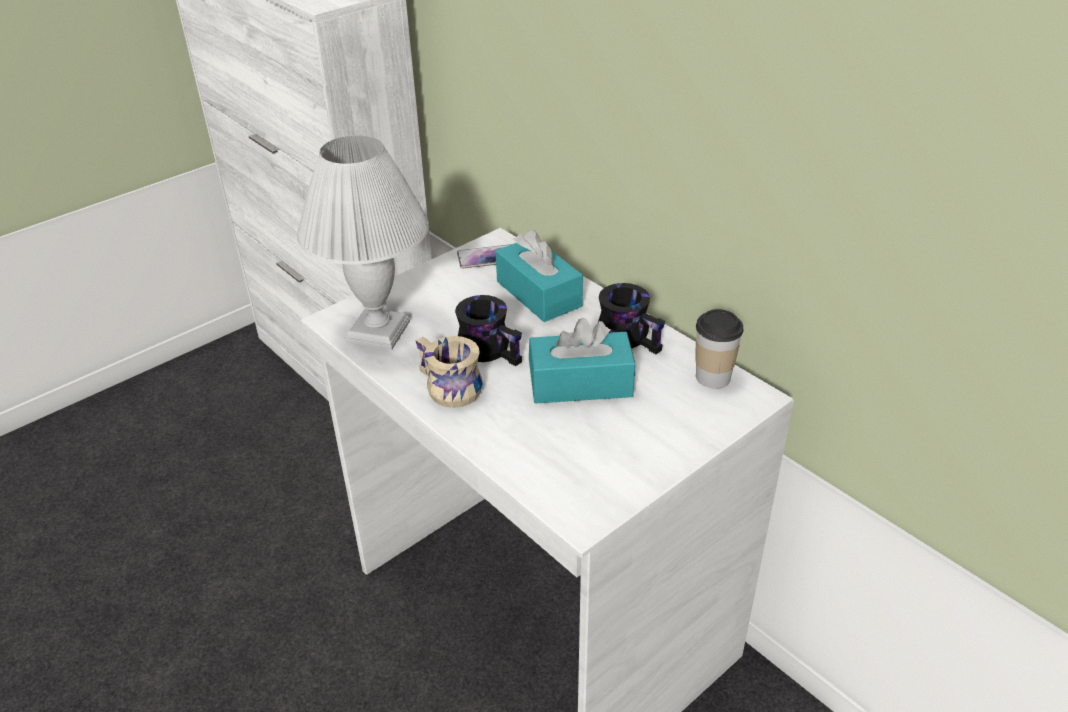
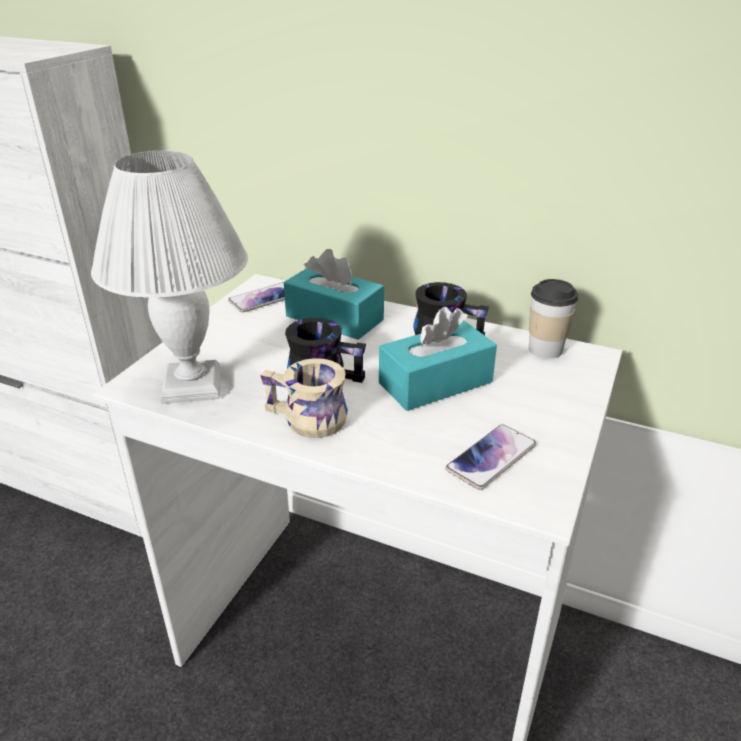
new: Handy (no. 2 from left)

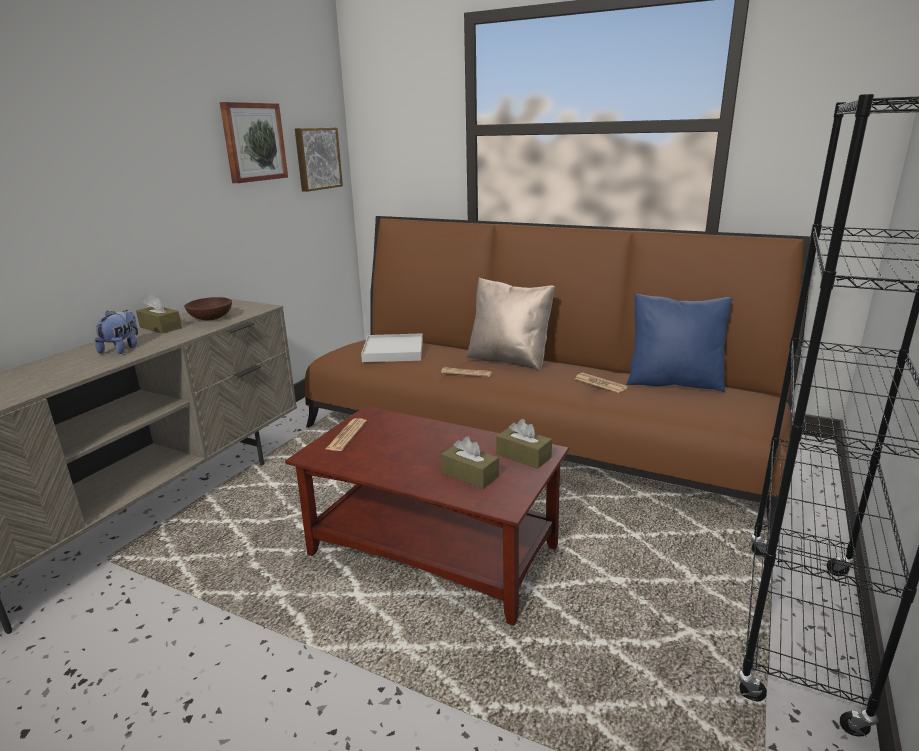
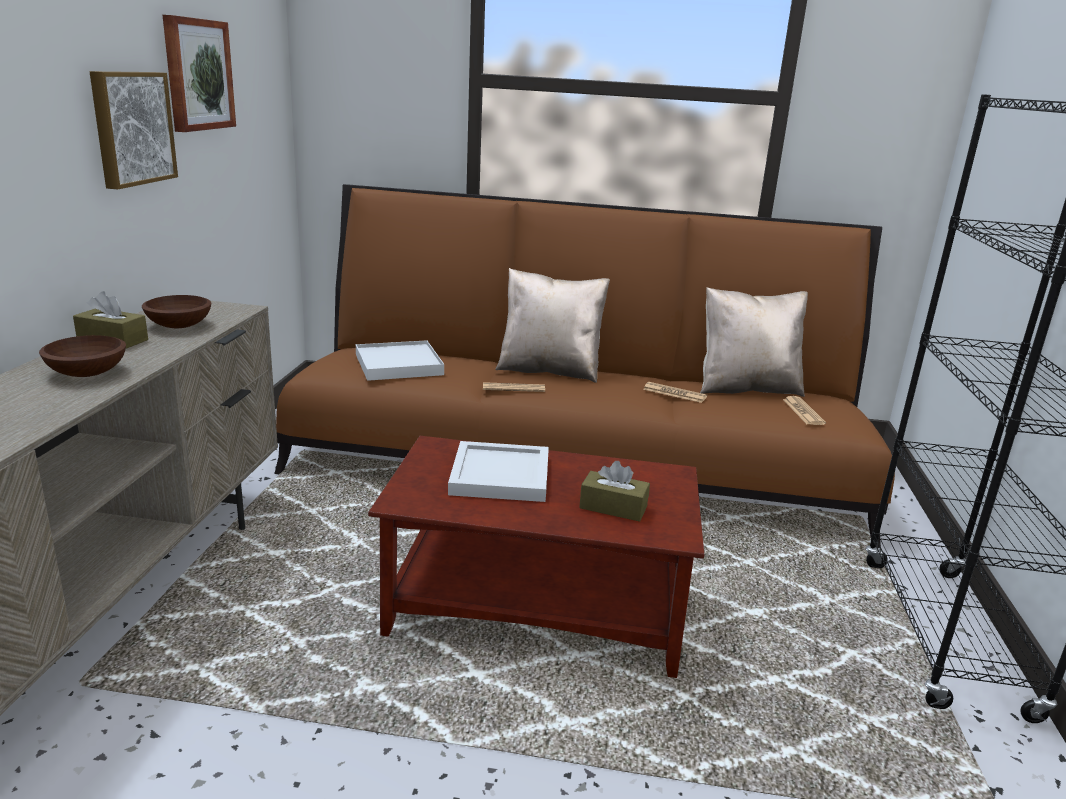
gone: Taschentuchbox [braun] (no. 3 from left)
new: Tablett [weiß] (no. 2 from left)
shifted: Bild (no. 2 from left in the first image) to Bild (no. 1 from left); Zeitung (no. 1 from left in the first image) to Zeitung (no. 3 from left)
swapped: Plüschtier to Schüssel [braun] (no. 1 from left)
repainted: Kissen [blau] to Kissen [beige] (no. 2 from left)

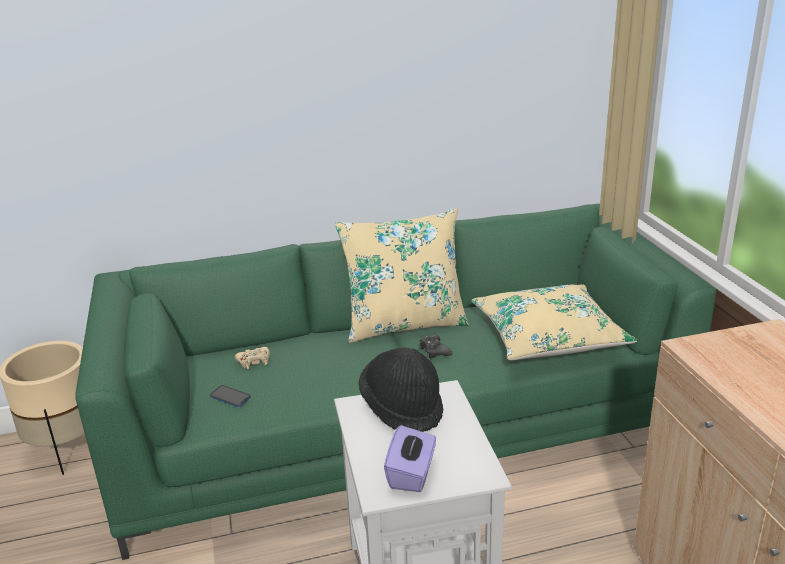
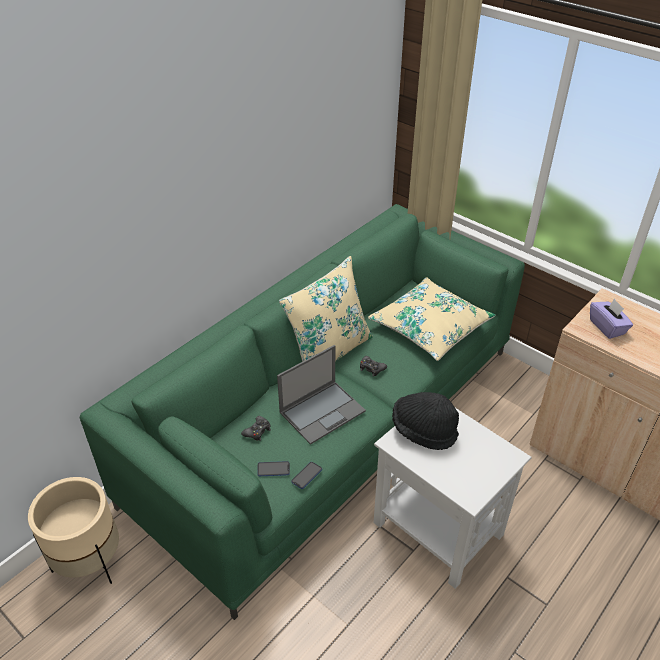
new: Laptop; Handy (no. 2 from left)
shifted: Taschentuchbox [lila]
repainted: Gamepad [beige] to Gamepad [schwarz] (no. 1 from left)

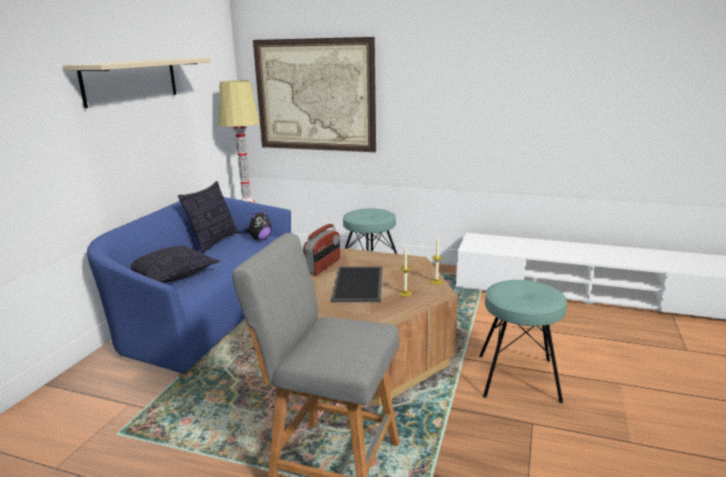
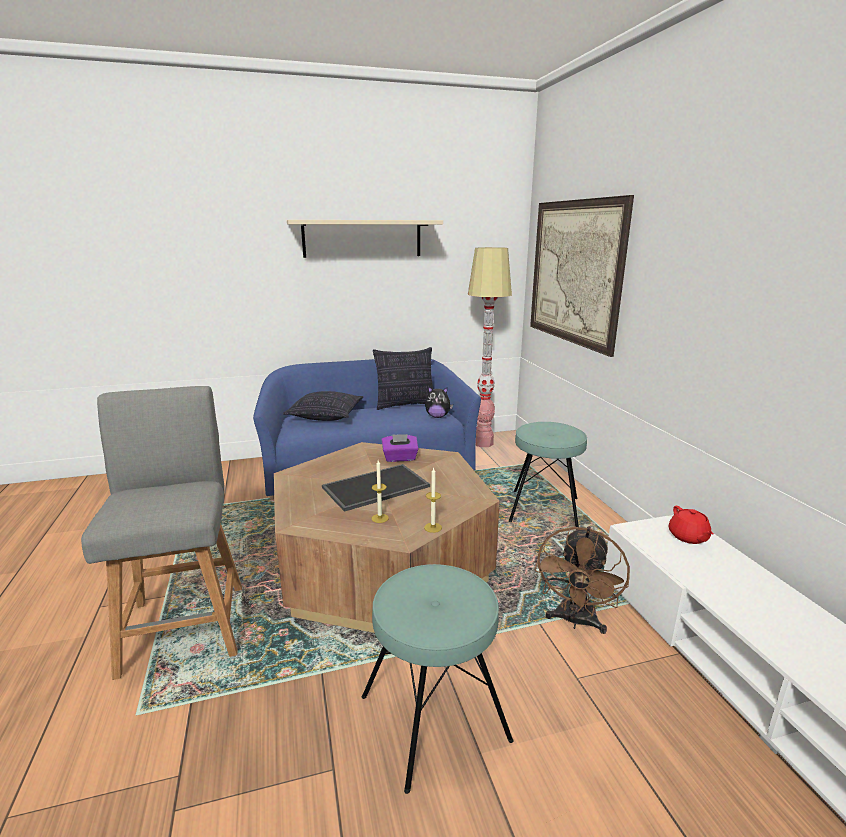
new: Teekanne [rot]; Ventilator [braun]
swapped: Radio to Taschentuchbox [lila]

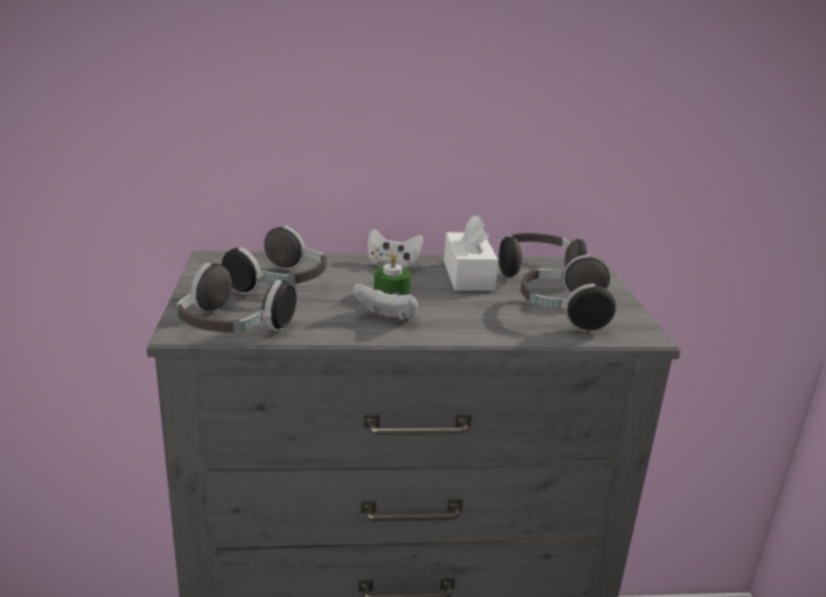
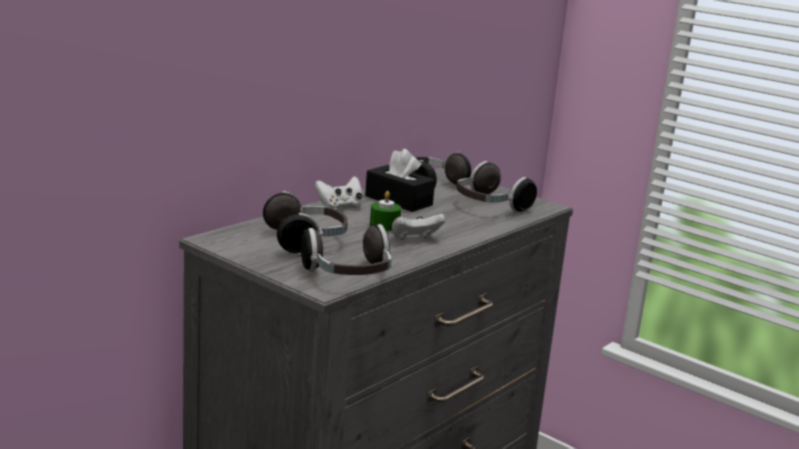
repainted: Taschentuchbox [weiß] to Taschentuchbox [schwarz]

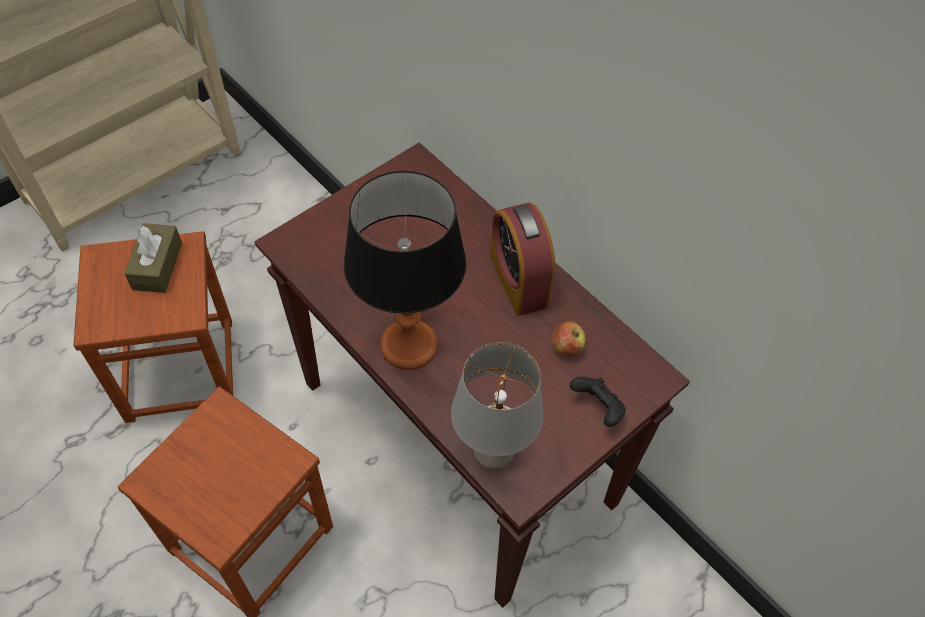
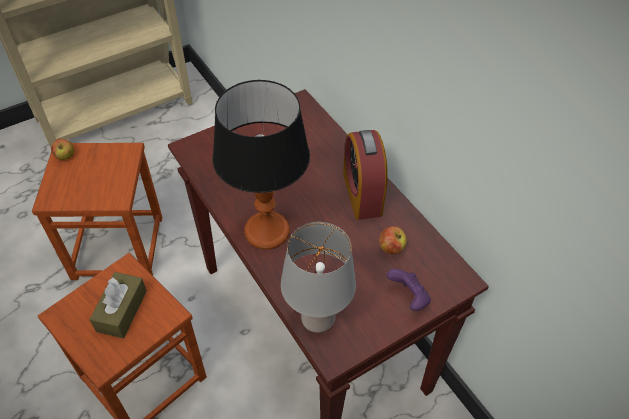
new: Apfel (no. 1 from left)
shifted: Taschentuchbox [braun]
repainted: Gamepad [schwarz] to Gamepad [lila]

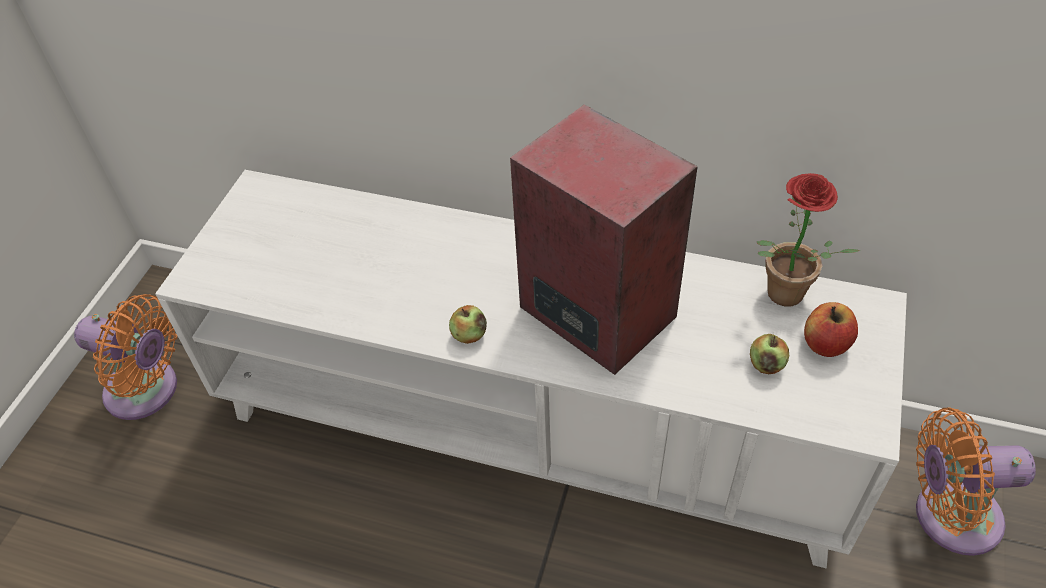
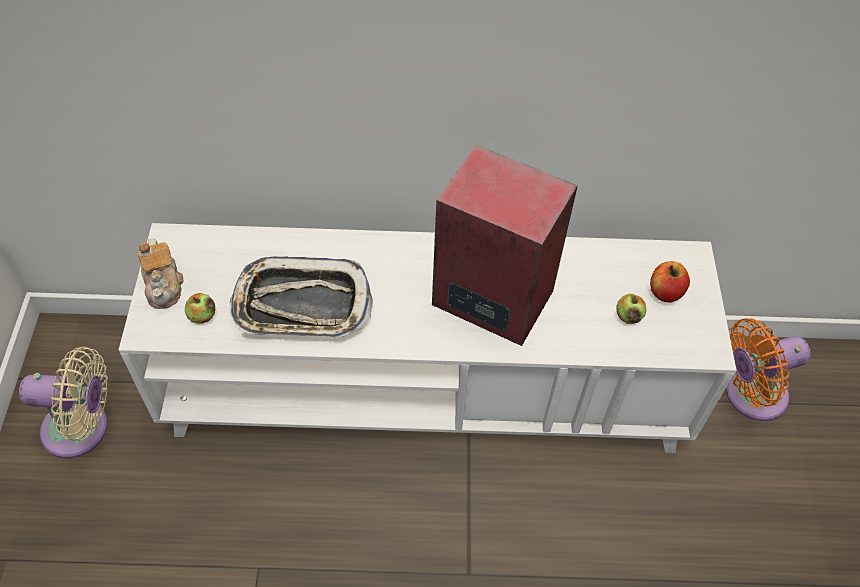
gone: Topfpflanze
new: Teekanne; Tablett
shifted: Apfel (no. 1 from left)
repainted: Ventilator [orange] (no. 1 from left) to Ventilator [beige]

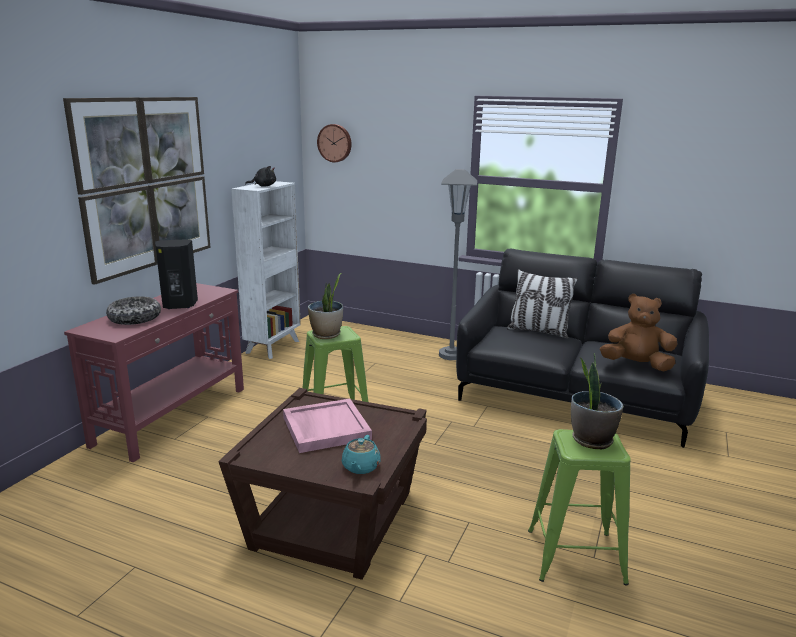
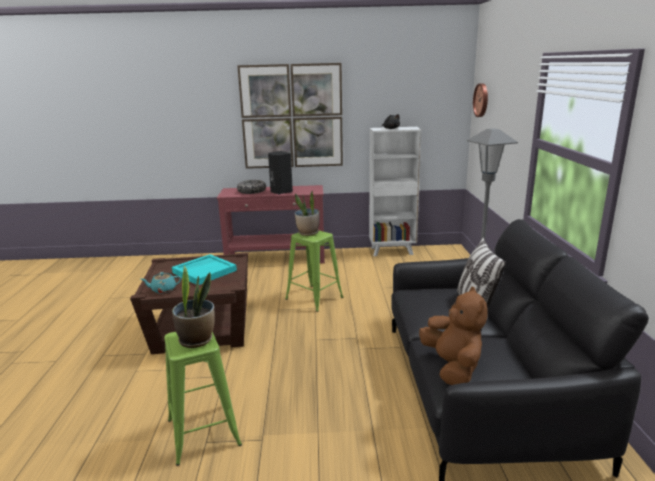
repainted: Tablett [rosa] to Tablett [türkis]

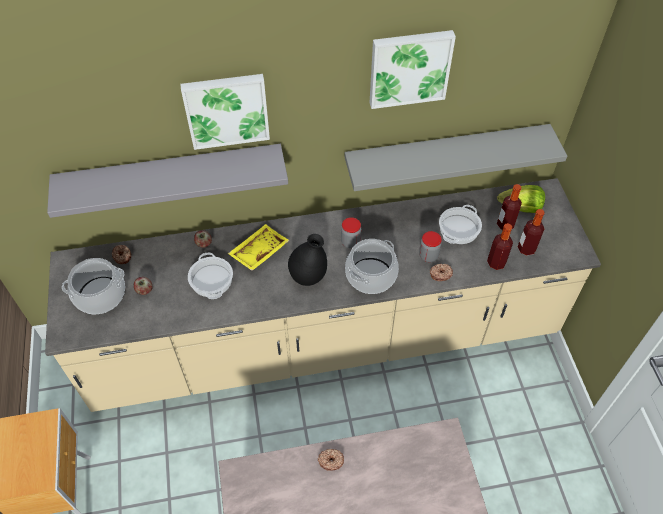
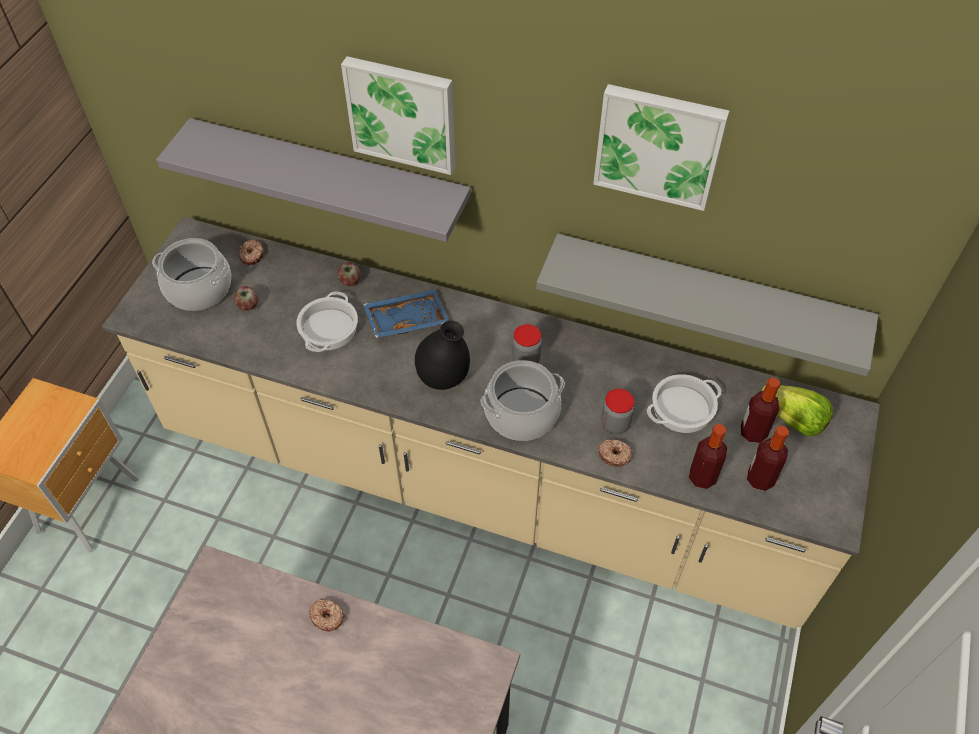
repainted: Tablett [gelb] to Tablett [blau]

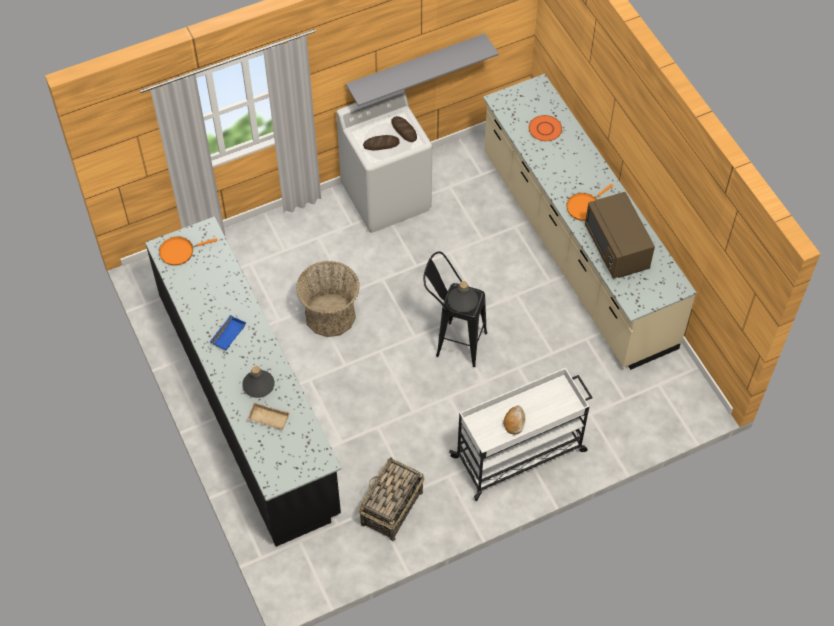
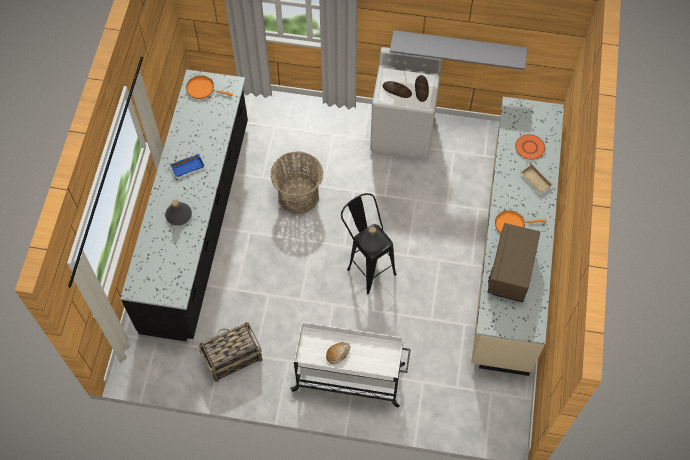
shifted: Tablett [beige]

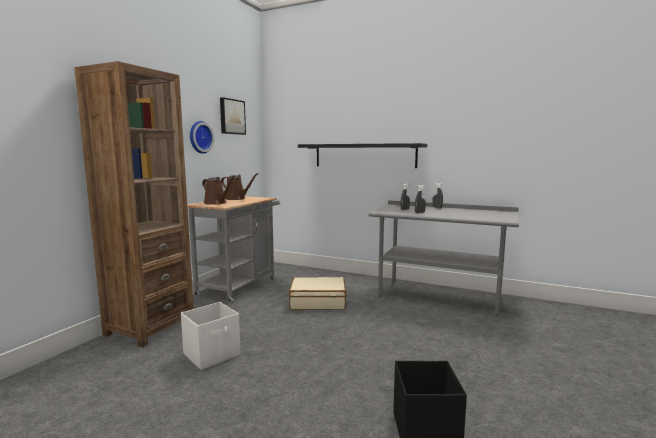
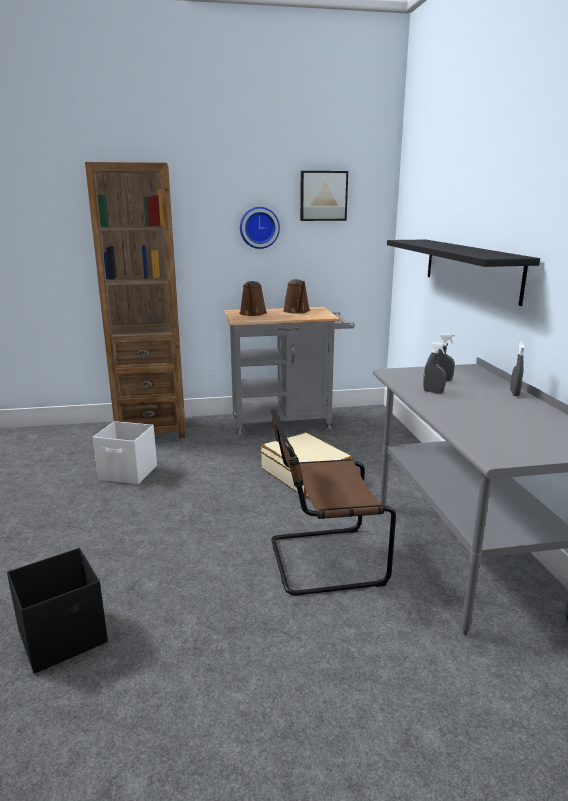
new: Stuhl [braun]

